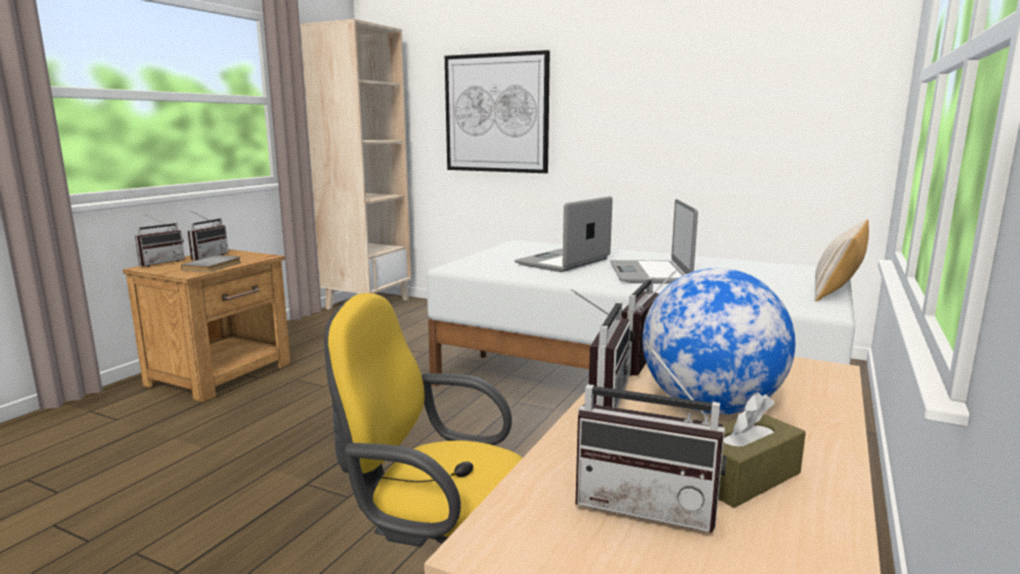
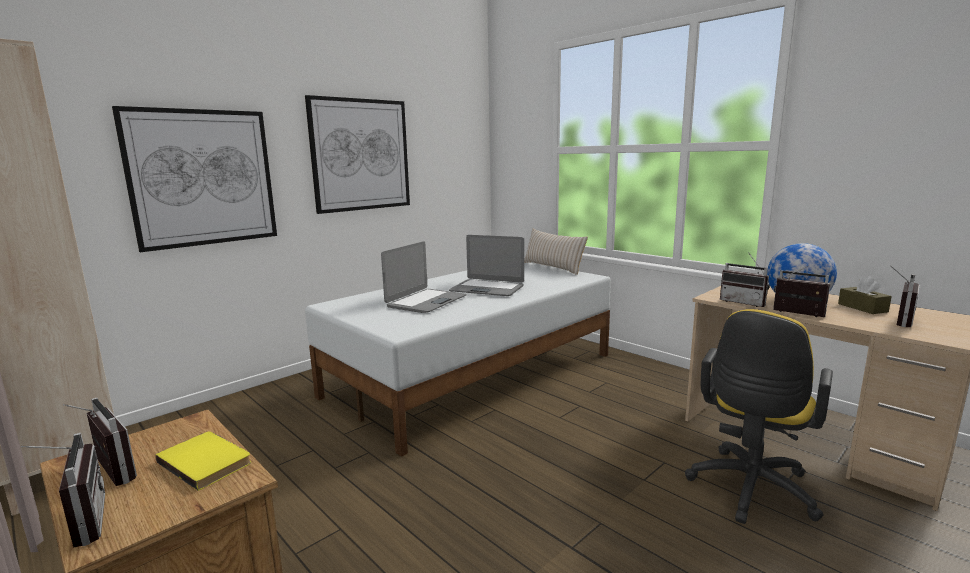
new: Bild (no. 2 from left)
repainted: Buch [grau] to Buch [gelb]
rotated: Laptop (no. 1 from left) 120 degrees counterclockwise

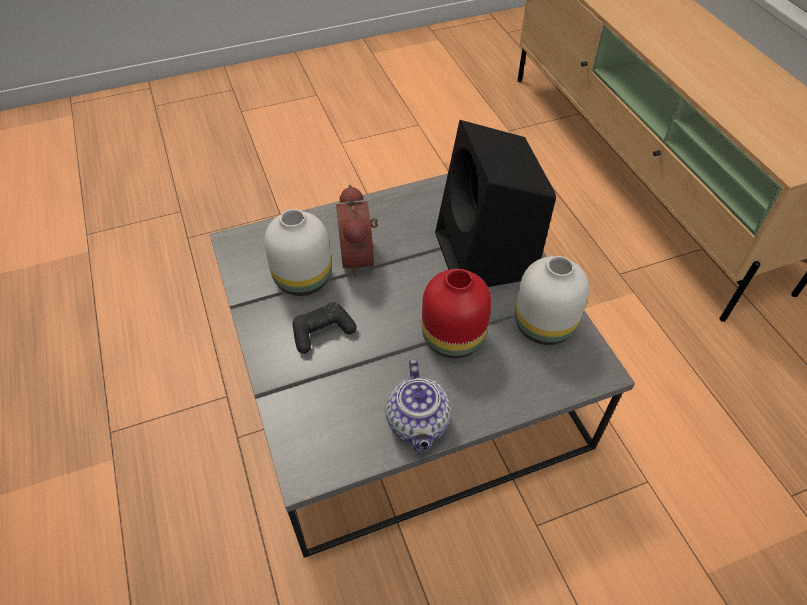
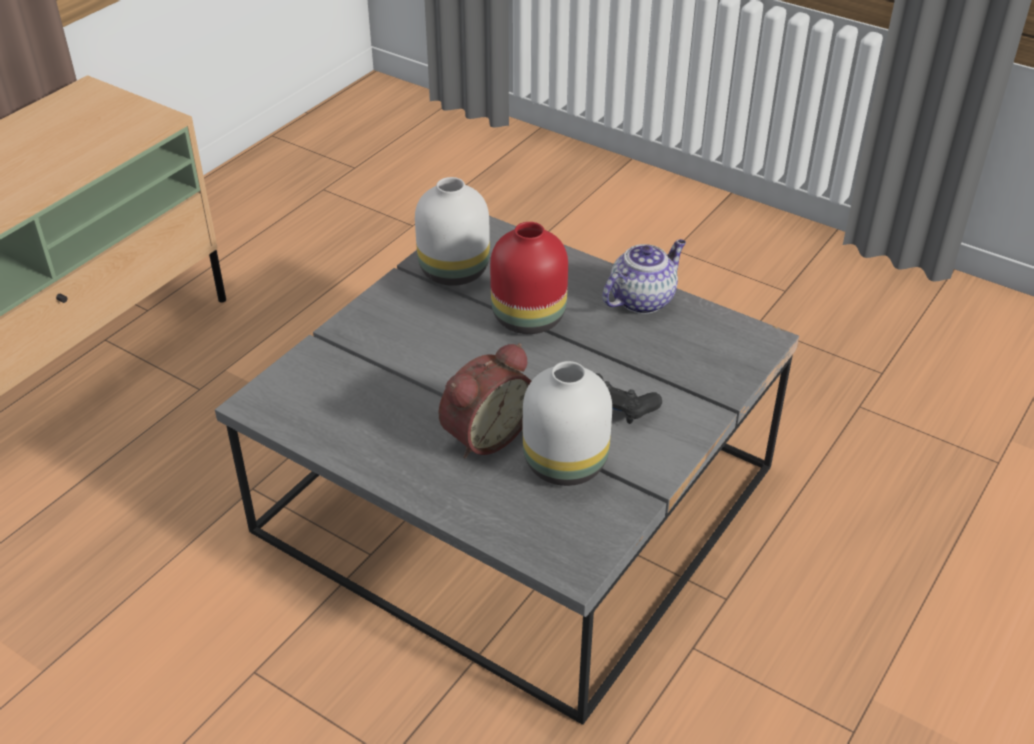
gone: Lautsprecher [schwarz]

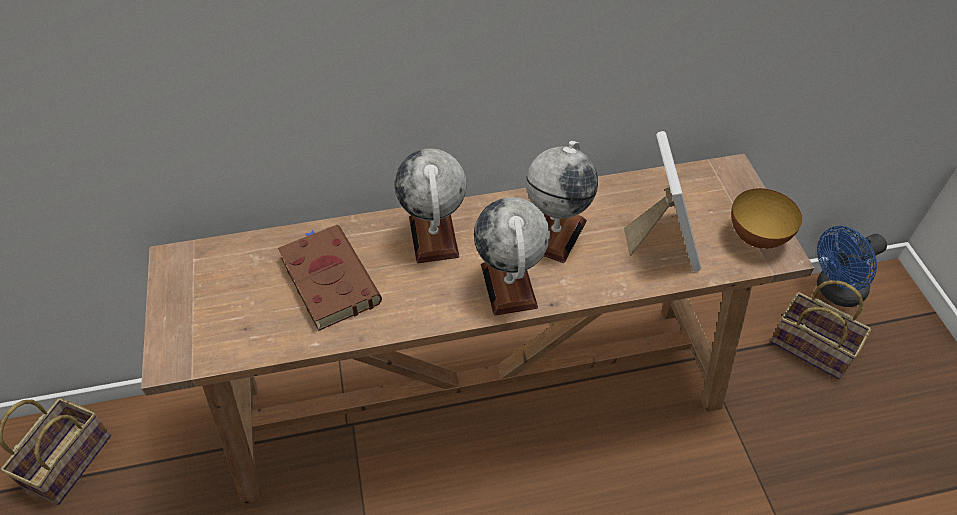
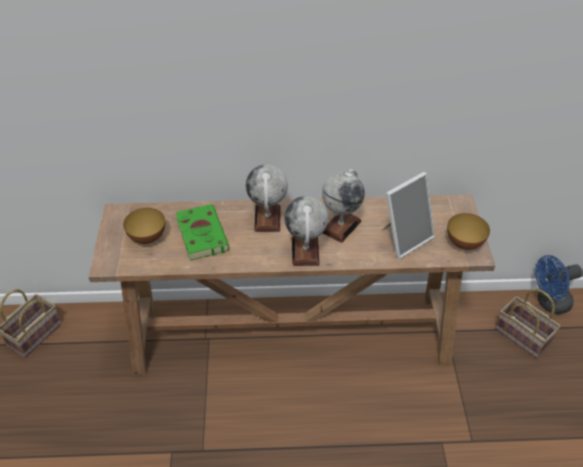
new: Schüssel (no. 1 from left)
repainted: Buch [braun] to Buch [grün]
rotated: Bilderrahmen 45 degrees clockwise

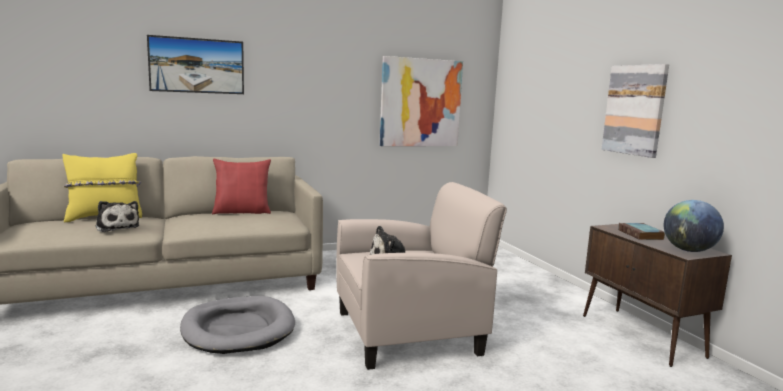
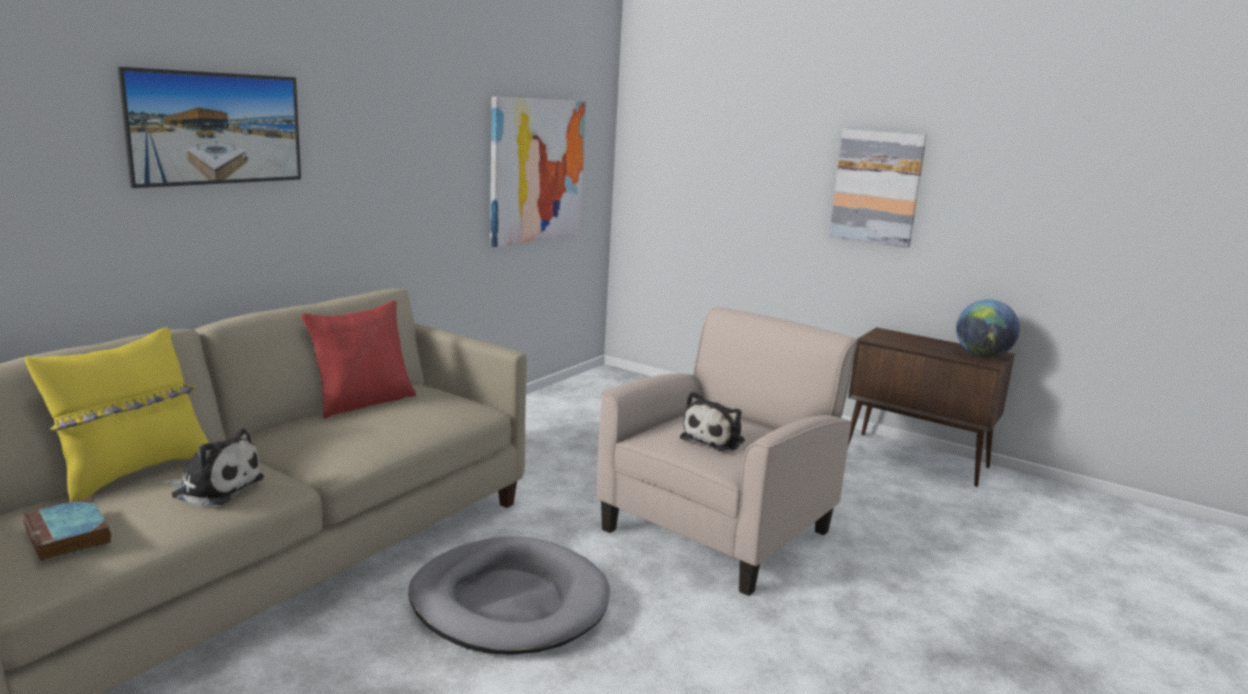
shifted: Buch

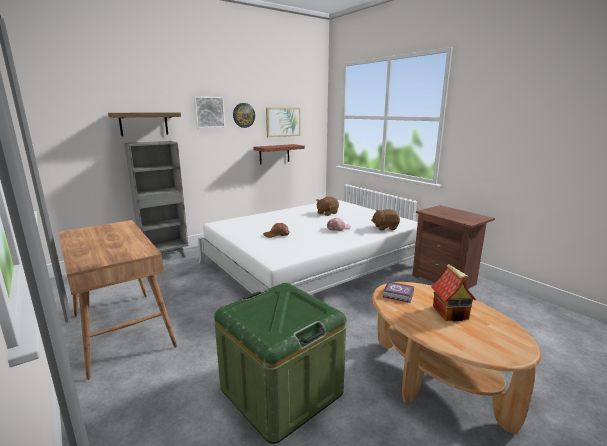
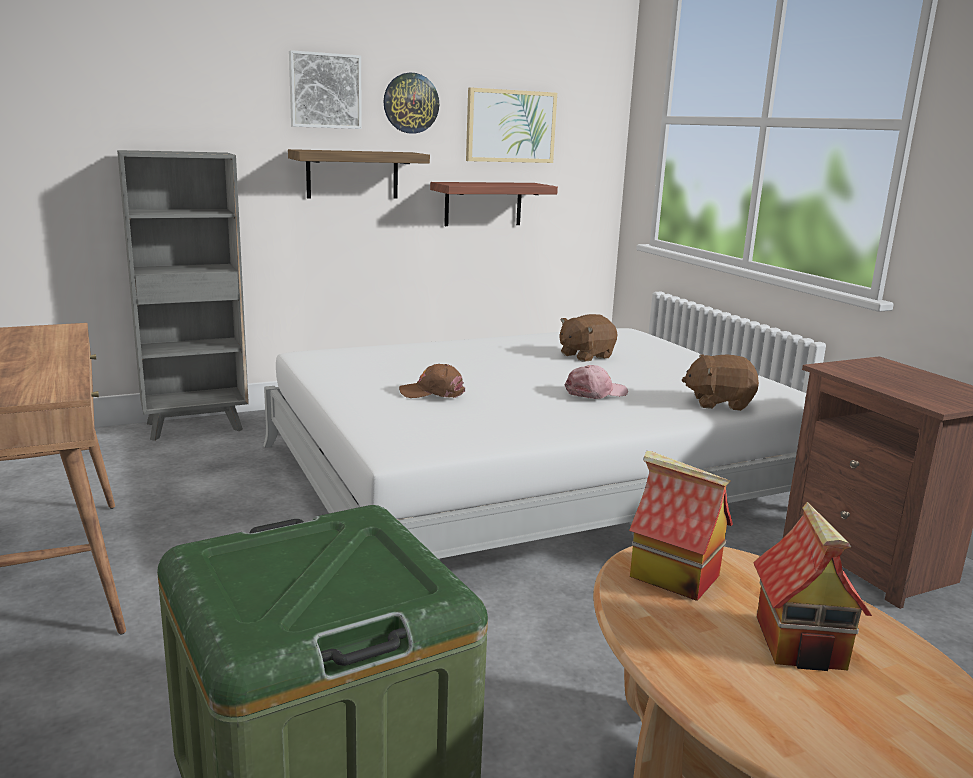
shifted: Wandregal (no. 1 from left)
swapped: Buch to Spielzeughaus (no. 1 from left)

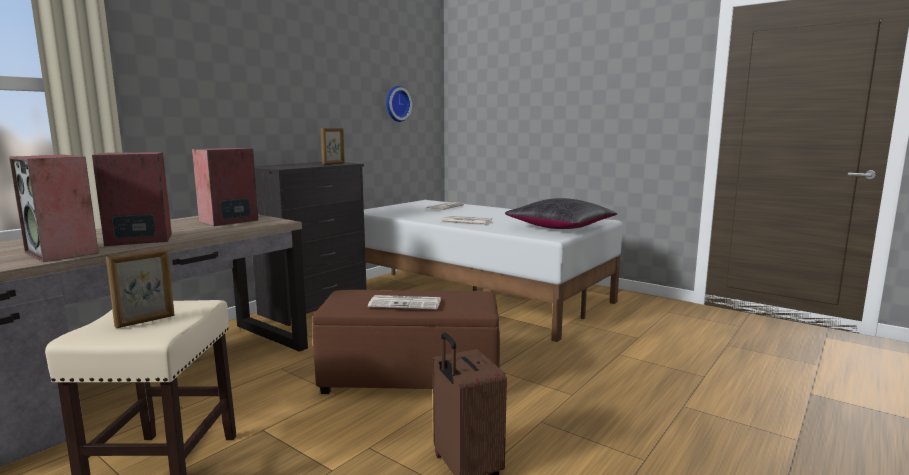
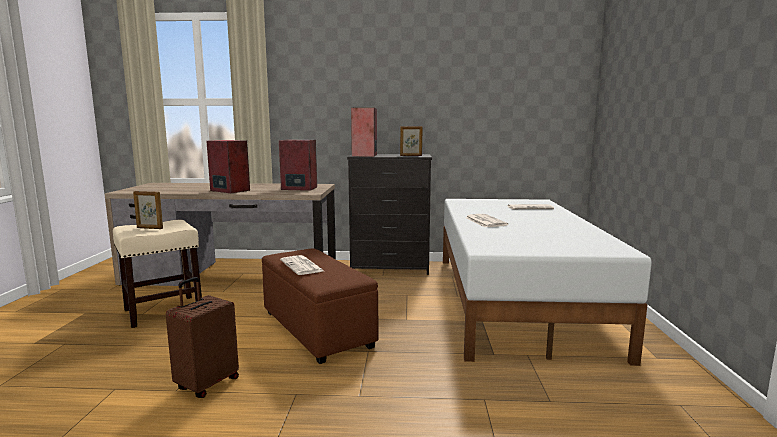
gone: Wanduhr; Kissen [schwarz]
shifted: Lautsprecher (no. 1 from left in the first image) to Lautsprecher (no. 3 from left)

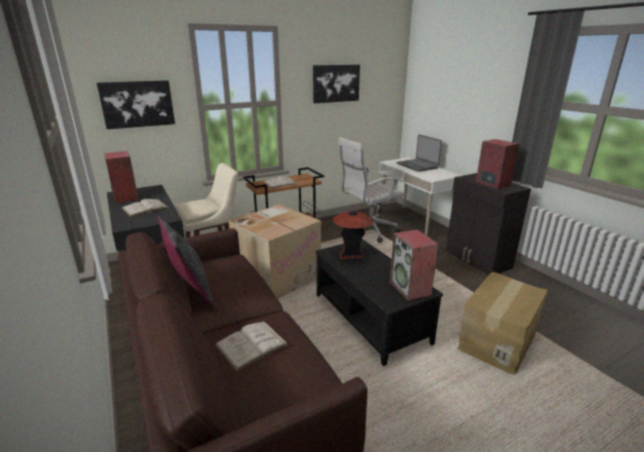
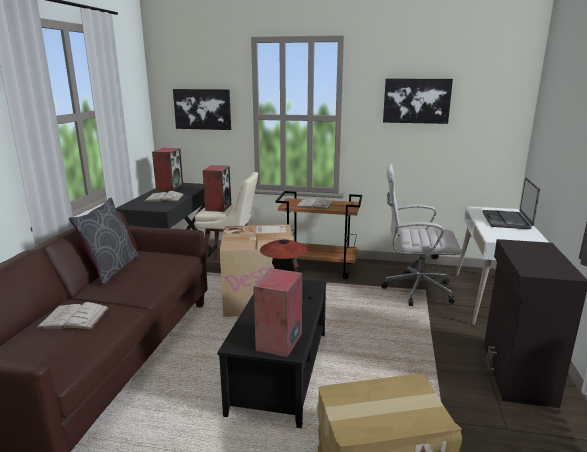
shifted: Lautsprecher (no. 3 from left in the first image) to Lautsprecher (no. 2 from left)

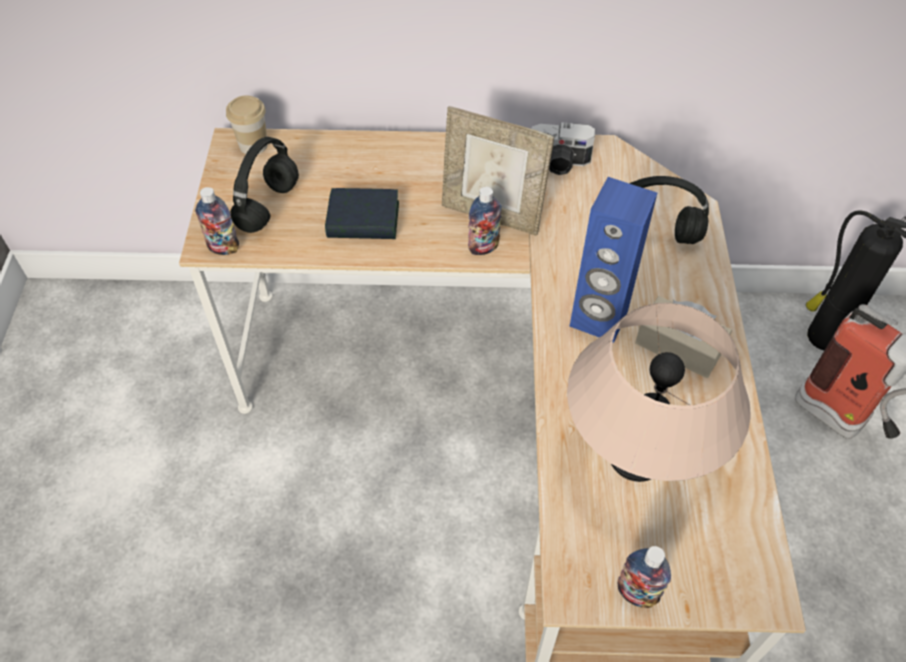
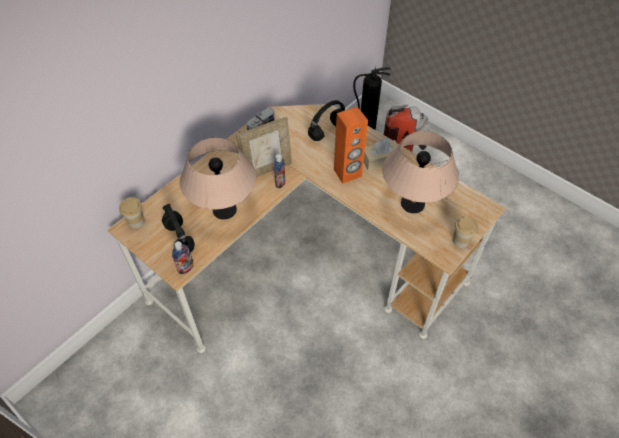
swapped: Buch to Tischlampe [beige] (no. 1 from left); Flasche (no. 3 from left) to Tasse (no. 2 from left)
repainted: Lautsprecher [blau] to Lautsprecher [orange]

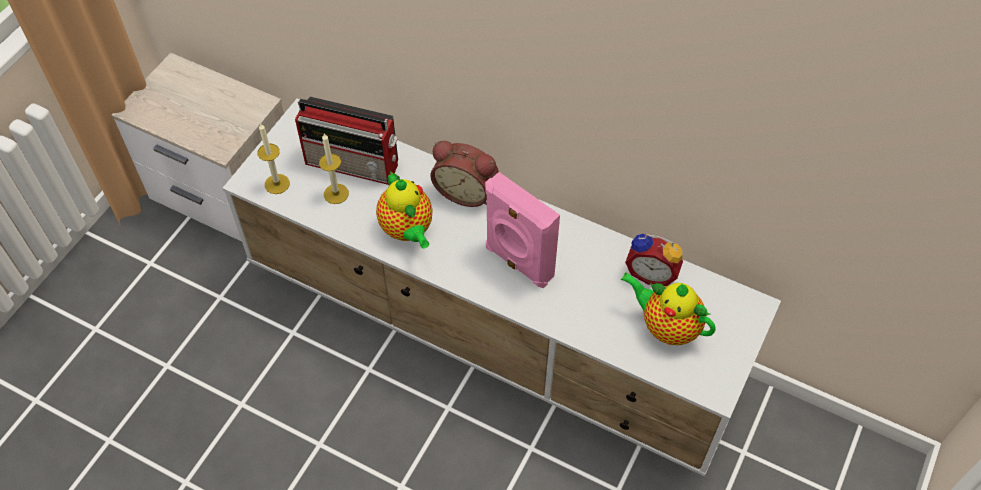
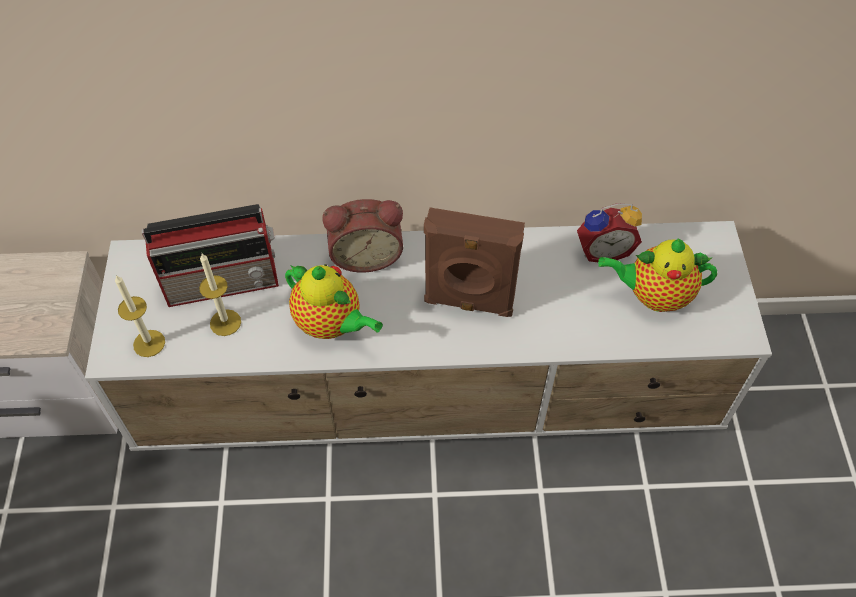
repainted: Lautsprecher [rosa] to Lautsprecher [braun]

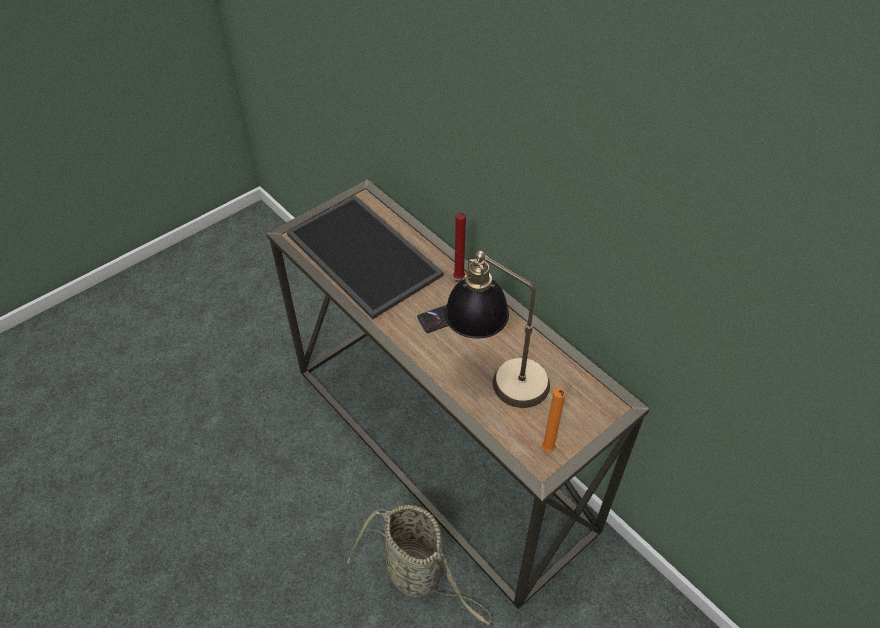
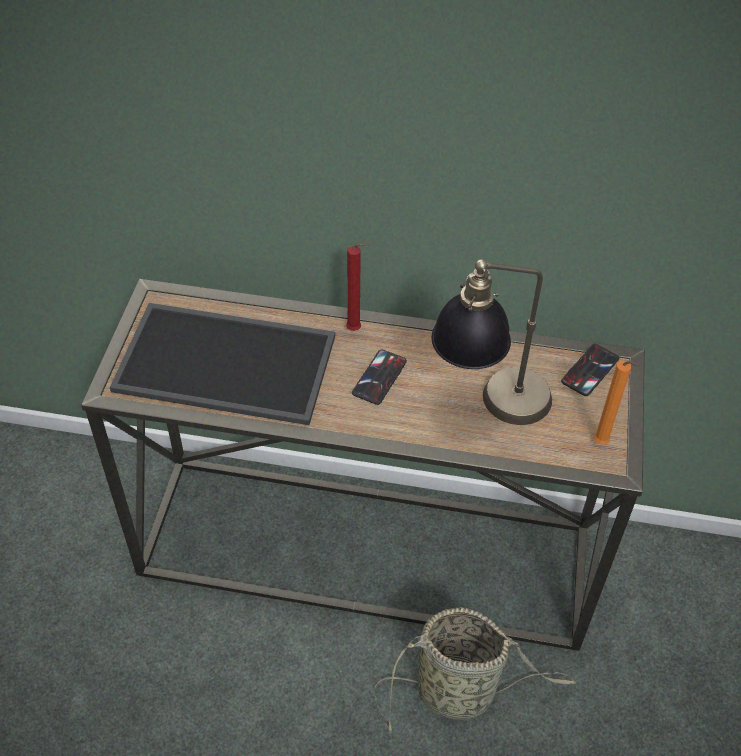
new: Handy (no. 2 from left)

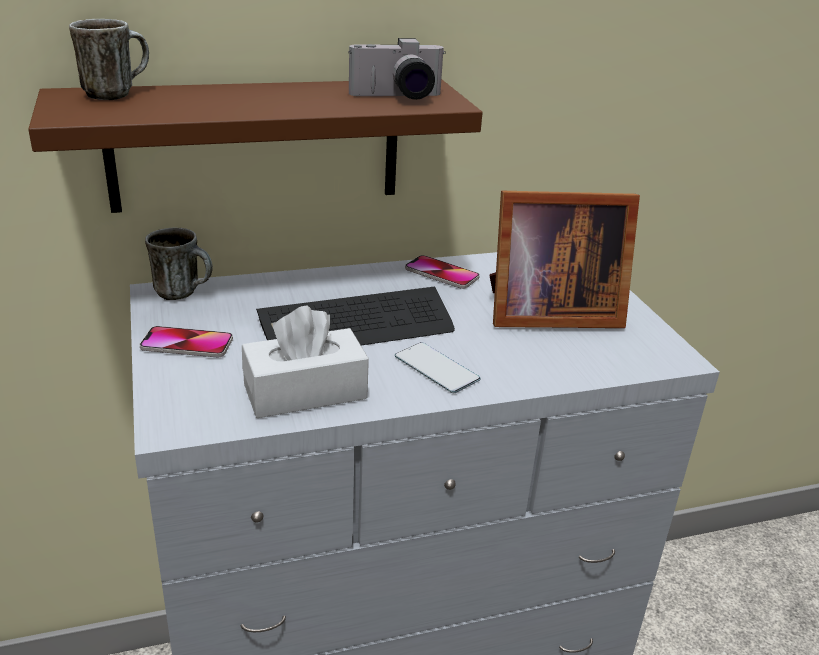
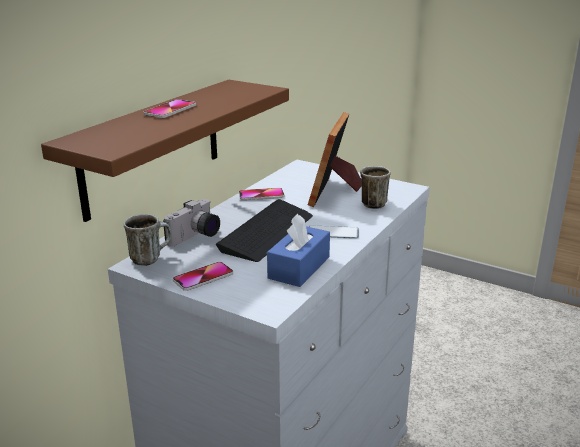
new: Handy (no. 1 from left)
shifted: Henkelbecher (no. 1 from left in the first image) to Henkelbecher (no. 2 from left); Kamera
repainted: Taschentuchbox [weiß] to Taschentuchbox [blau]
rotated: Bilderrahmen 150 degrees clockwise

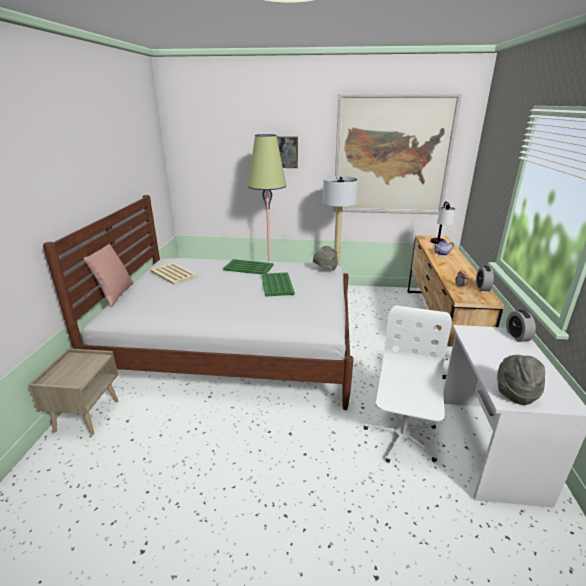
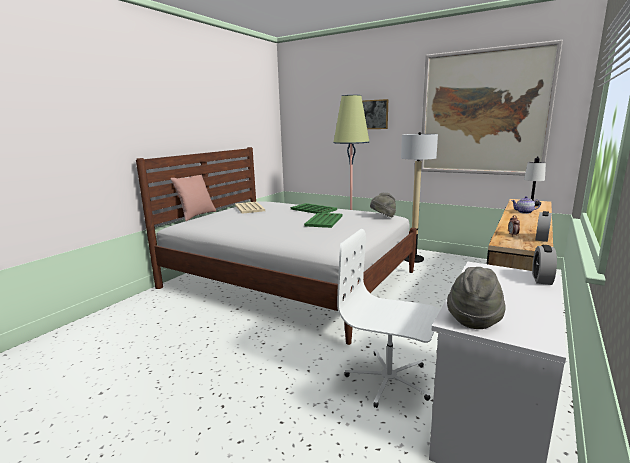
gone: Nachttisch [beige]
rotated: Bürostuhl [weiß] 105 degrees counterclockwise

